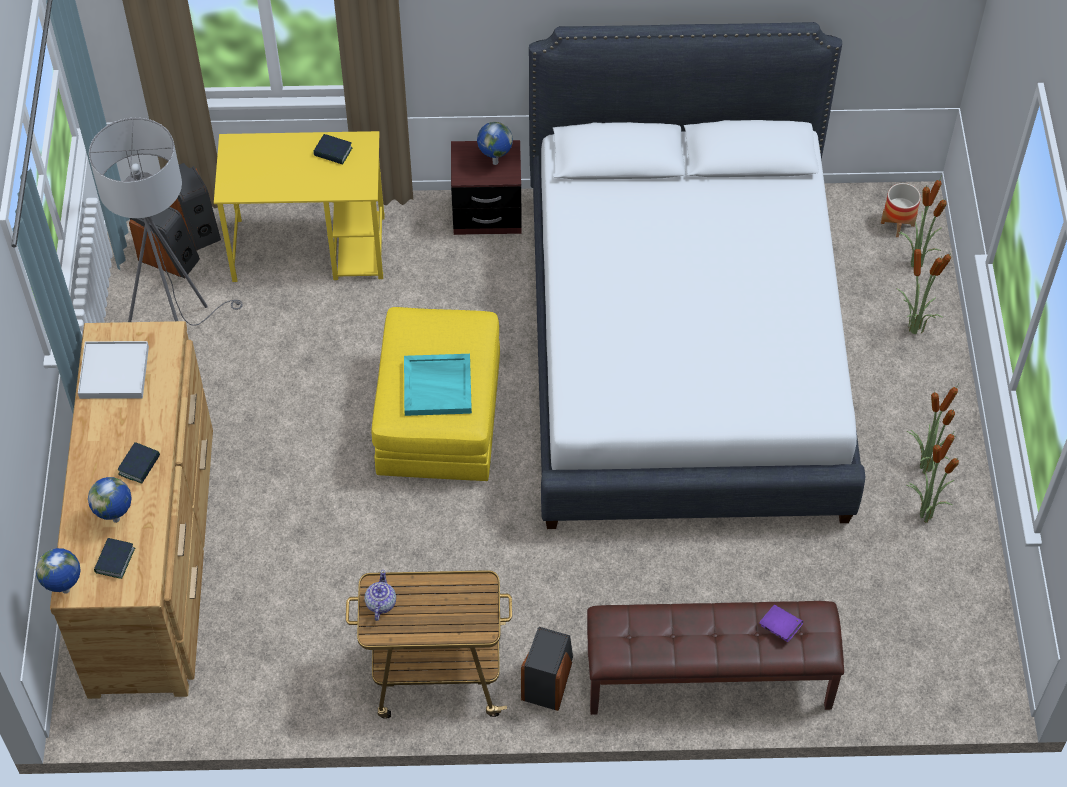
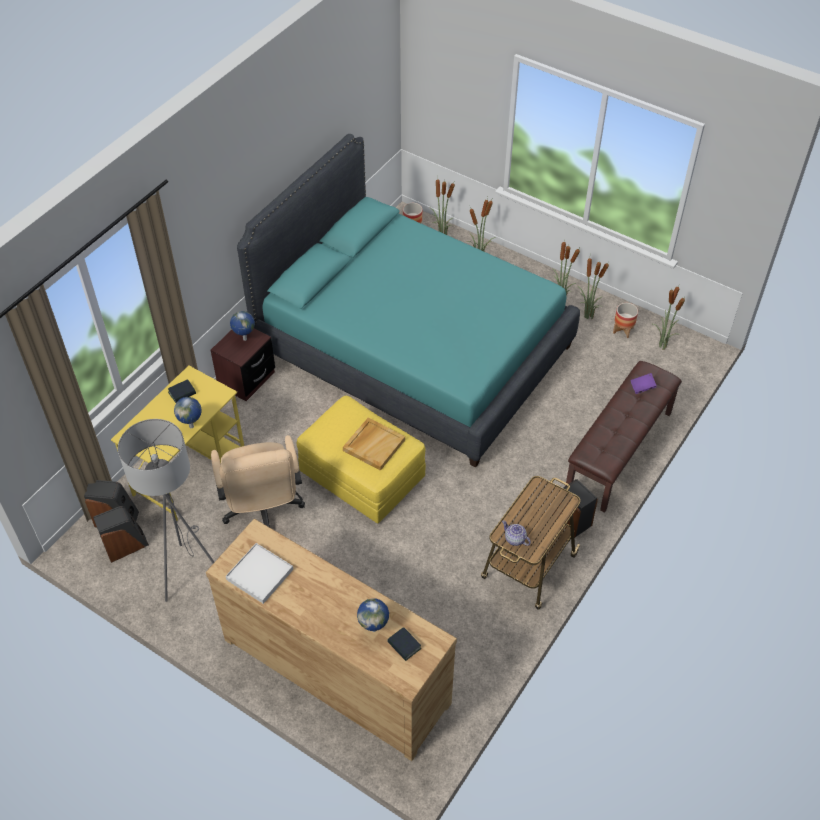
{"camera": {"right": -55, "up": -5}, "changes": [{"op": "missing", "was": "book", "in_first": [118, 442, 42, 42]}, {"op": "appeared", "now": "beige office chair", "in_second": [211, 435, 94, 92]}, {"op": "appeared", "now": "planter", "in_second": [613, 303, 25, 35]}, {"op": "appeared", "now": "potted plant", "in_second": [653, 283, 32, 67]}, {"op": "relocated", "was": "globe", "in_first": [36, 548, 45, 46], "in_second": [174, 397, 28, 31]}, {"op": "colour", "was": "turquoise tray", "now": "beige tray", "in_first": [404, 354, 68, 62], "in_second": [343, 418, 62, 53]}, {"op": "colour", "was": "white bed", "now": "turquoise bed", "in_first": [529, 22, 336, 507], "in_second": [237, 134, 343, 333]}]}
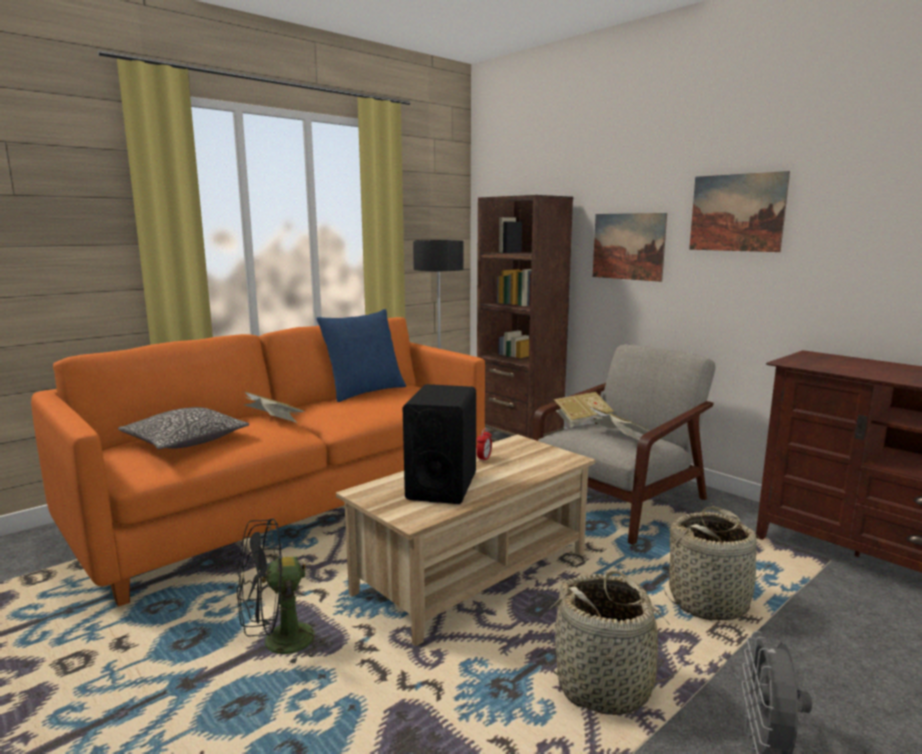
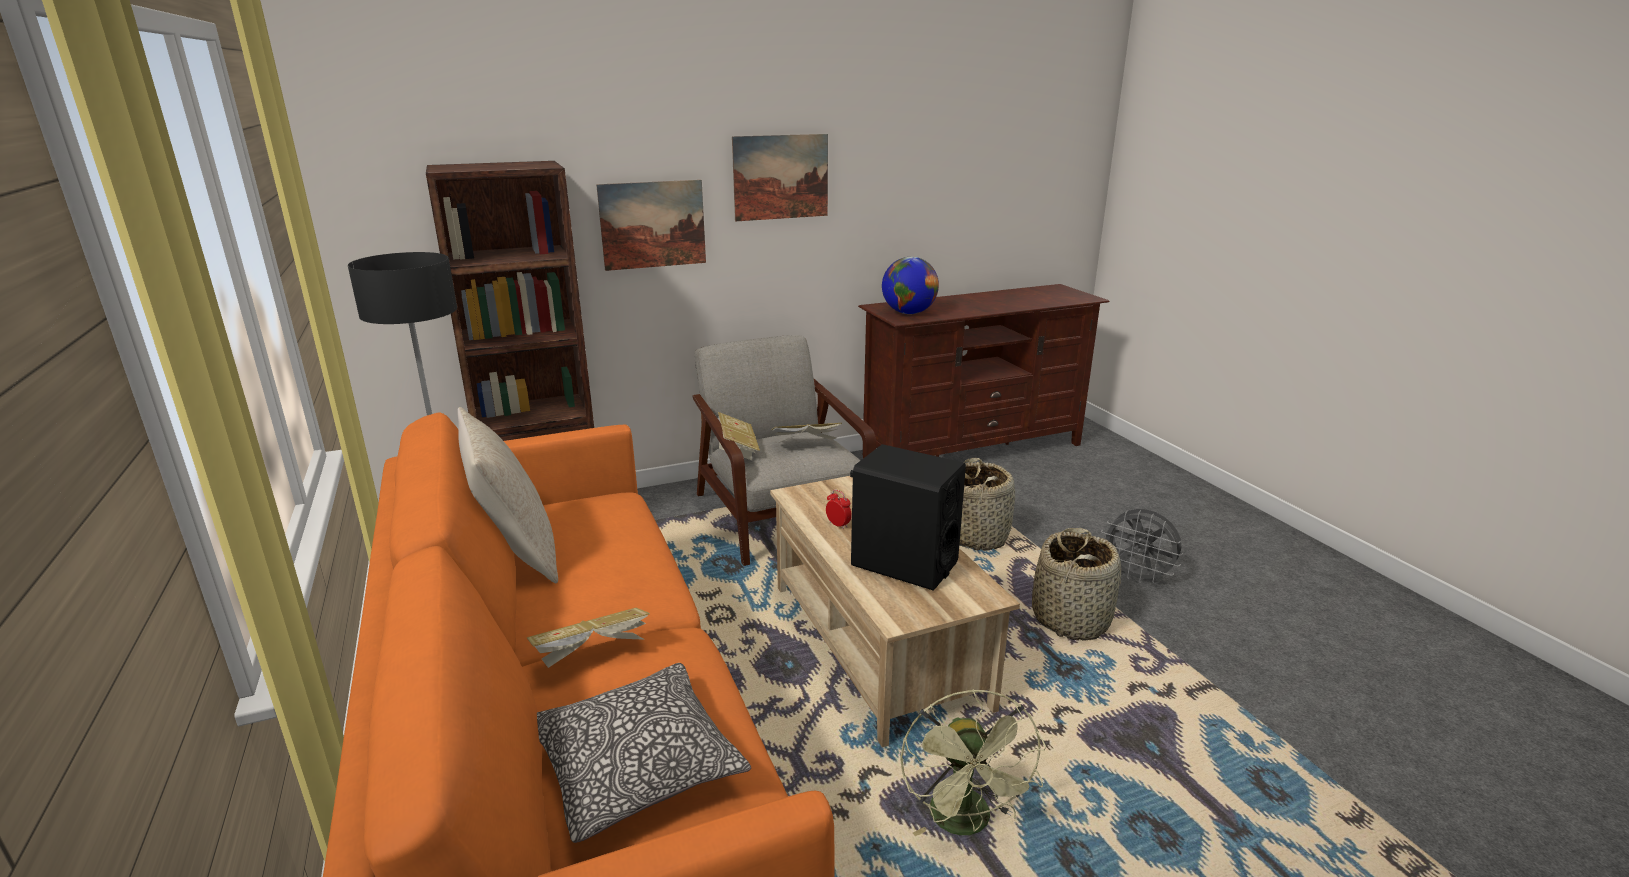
{"camera": {"right": -70, "up": 10}, "changes": [{"op": "appeared", "now": "globe", "in_second": [882, 257, 57, 57]}, {"op": "colour", "was": "black fan", "now": "green fan", "in_first": [237, 518, 94, 147], "in_second": [900, 689, 146, 147]}, {"op": "colour", "was": "blue pillow", "now": "beige pillow", "in_first": [316, 309, 90, 93], "in_second": [457, 407, 101, 176]}]}
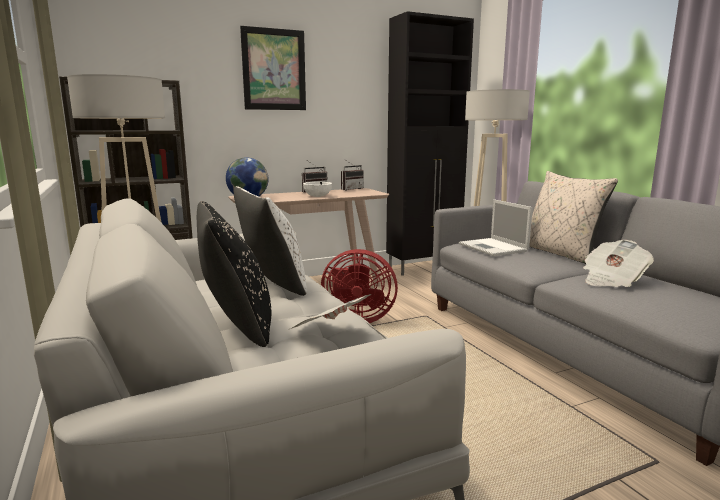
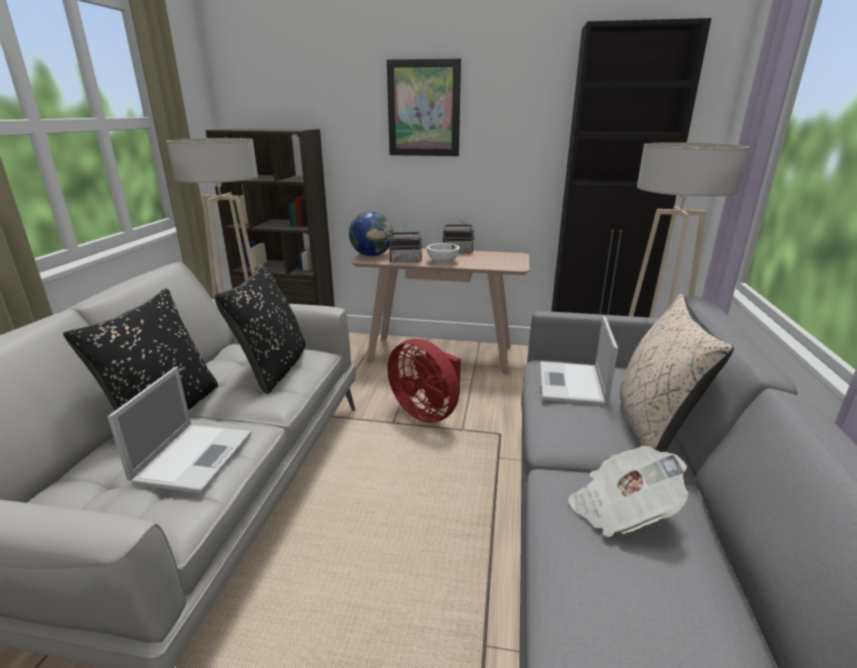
{"camera": {"right": 35, "up": 10}, "changes": [{"op": "relocated", "was": "radio", "in_first": [341, 160, 23, 31], "in_second": [389, 222, 34, 41]}, {"op": "exchanged", "was": "newspaper", "now": "laptop", "in_first": [291, 294, 81, 35], "in_second": [108, 367, 144, 126]}, {"op": "colour", "was": "white pillow", "now": "black pillow", "in_first": [234, 186, 73, 110], "in_second": [214, 263, 91, 131]}]}
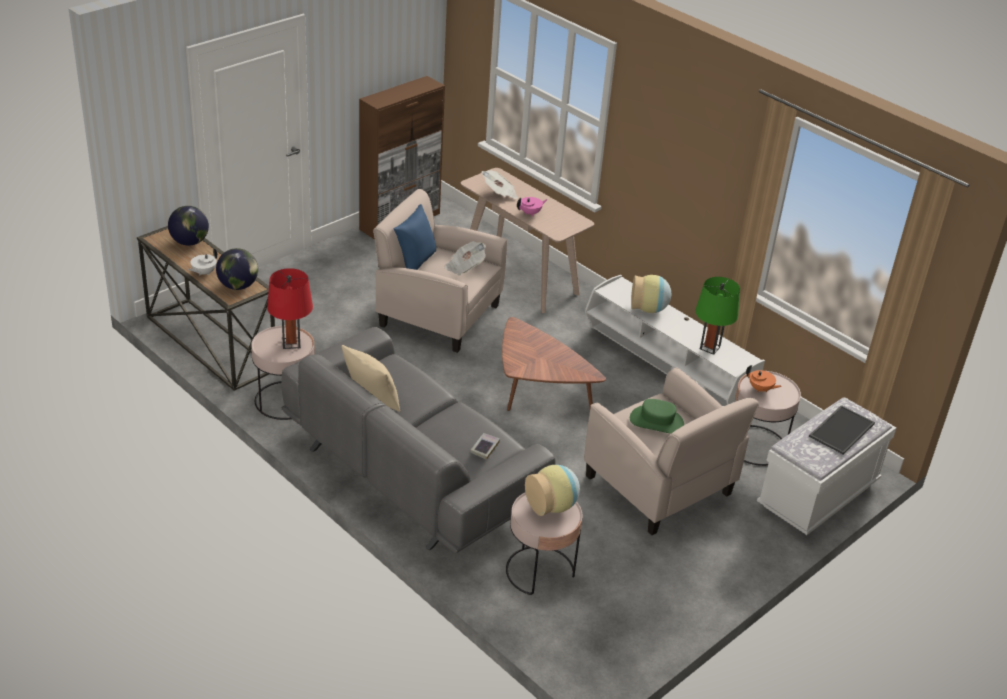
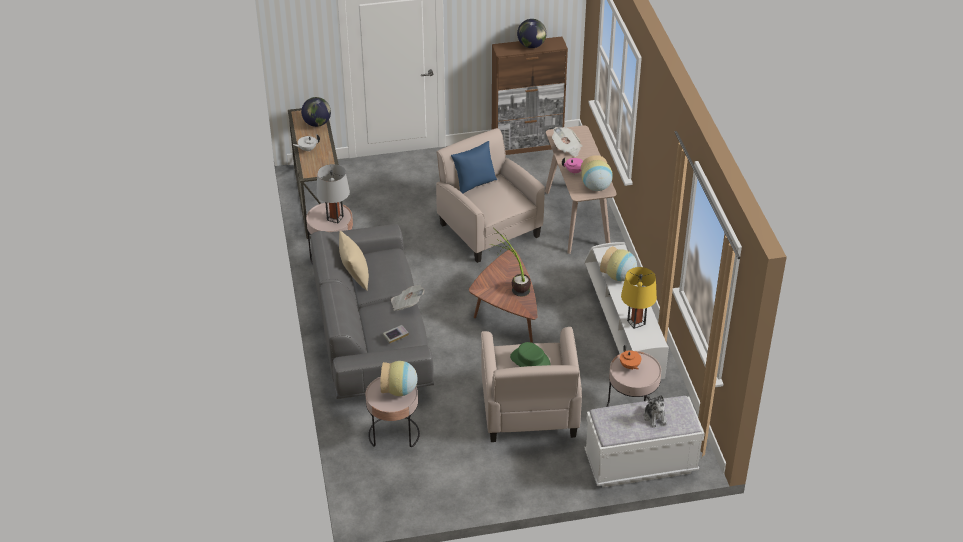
{"camera": {"right": 35, "up": 5}, "changes": [{"op": "appeared", "now": "potted plant", "in_second": [489, 227, 42, 70]}, {"op": "appeared", "now": "vase", "in_second": [581, 155, 32, 36]}, {"op": "relocated", "was": "globe", "in_first": [216, 248, 42, 42], "in_second": [517, 19, 30, 29]}, {"op": "relocated", "was": "newspaper", "in_first": [444, 241, 42, 35], "in_second": [391, 285, 33, 26]}, {"op": "exchanged", "was": "tray", "now": "plush toy", "in_first": [809, 405, 66, 49], "in_second": [644, 395, 23, 33]}, {"op": "colour", "was": "red table lamp", "now": "grey table lamp", "in_first": [267, 268, 46, 81], "in_second": [316, 164, 34, 59]}, {"op": "colour", "was": "green table lamp", "now": "yellow table lamp", "in_first": [695, 277, 45, 78], "in_second": [621, 267, 36, 62]}]}
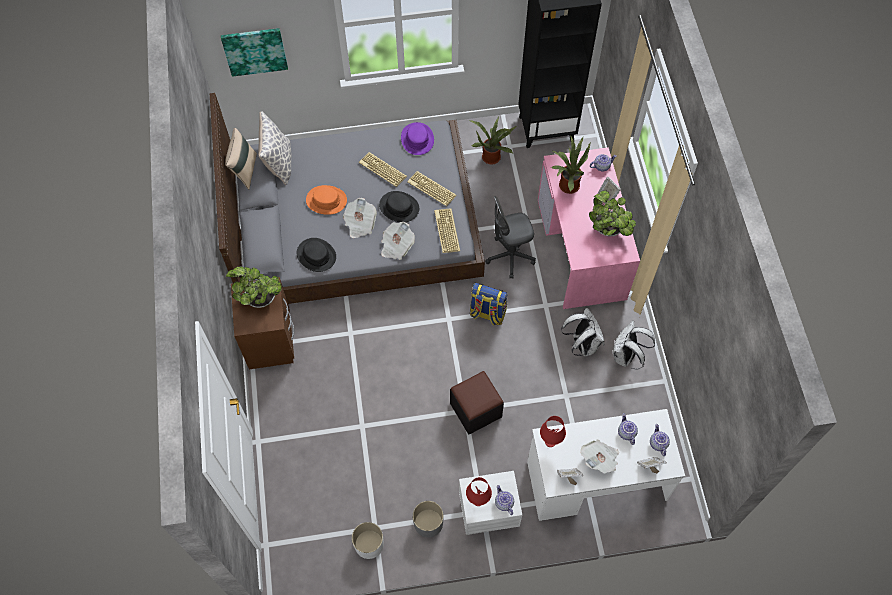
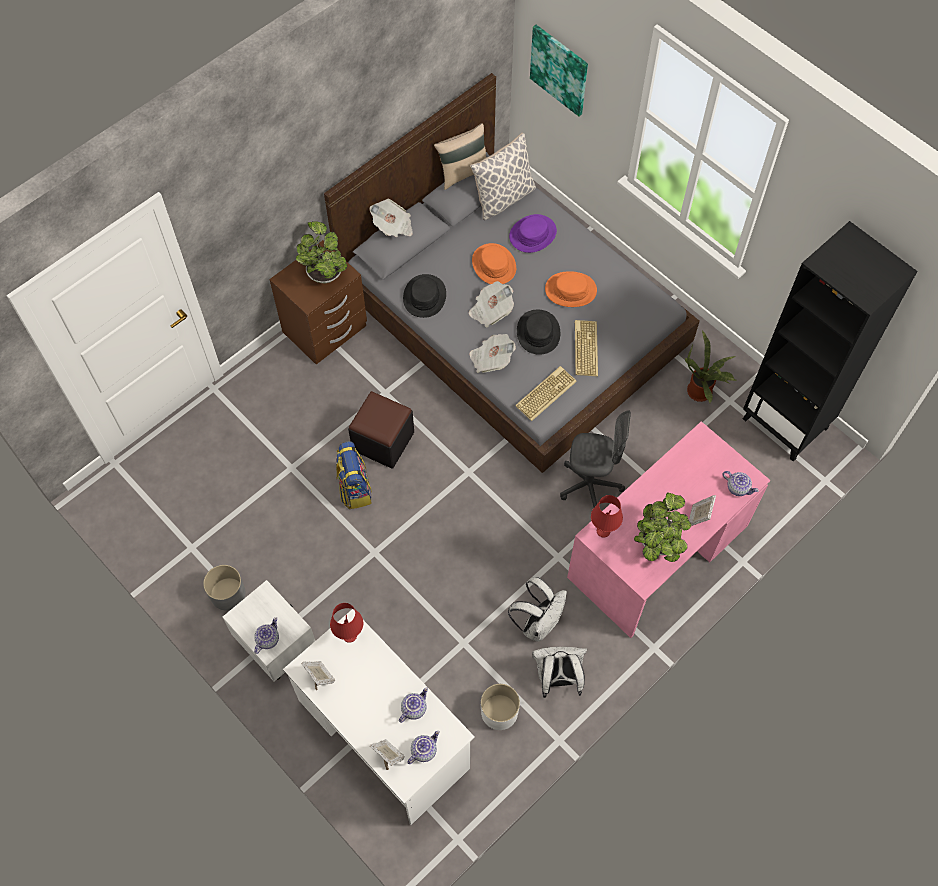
{"camera": {"right": 55, "up": 0}, "changes": [{"op": "missing", "was": "potted plant", "in_first": [551, 134, 39, 60]}, {"op": "relocated", "was": "white planter", "in_first": [352, 522, 32, 37], "in_second": [481, 684, 39, 46]}, {"op": "relocated", "was": "purple hat", "in_first": [401, 122, 33, 33], "in_second": [509, 214, 48, 39]}, {"op": "relocated", "was": "black ottoman", "in_first": [450, 371, 54, 64], "in_second": [348, 391, 66, 78]}, {"op": "relocated", "was": "red table lamp", "in_first": [466, 477, 26, 29], "in_second": [591, 495, 32, 43]}, {"op": "relocated", "was": "backpack", "in_first": [470, 283, 38, 43], "in_second": [336, 441, 36, 68]}, {"op": "relocated", "was": "newspaper", "in_first": [581, 439, 38, 34], "in_second": [370, 199, 43, 38]}, {"op": "exchanged", "was": "keyboard", "now": "orange hat", "in_first": [359, 152, 48, 35], "in_second": [545, 271, 52, 36]}, {"op": "spun", "was": "grey office chair", "in_first": [485, 196, 51, 82], "in_second": [560, 410, 71, 97], "clockwise": 150}]}
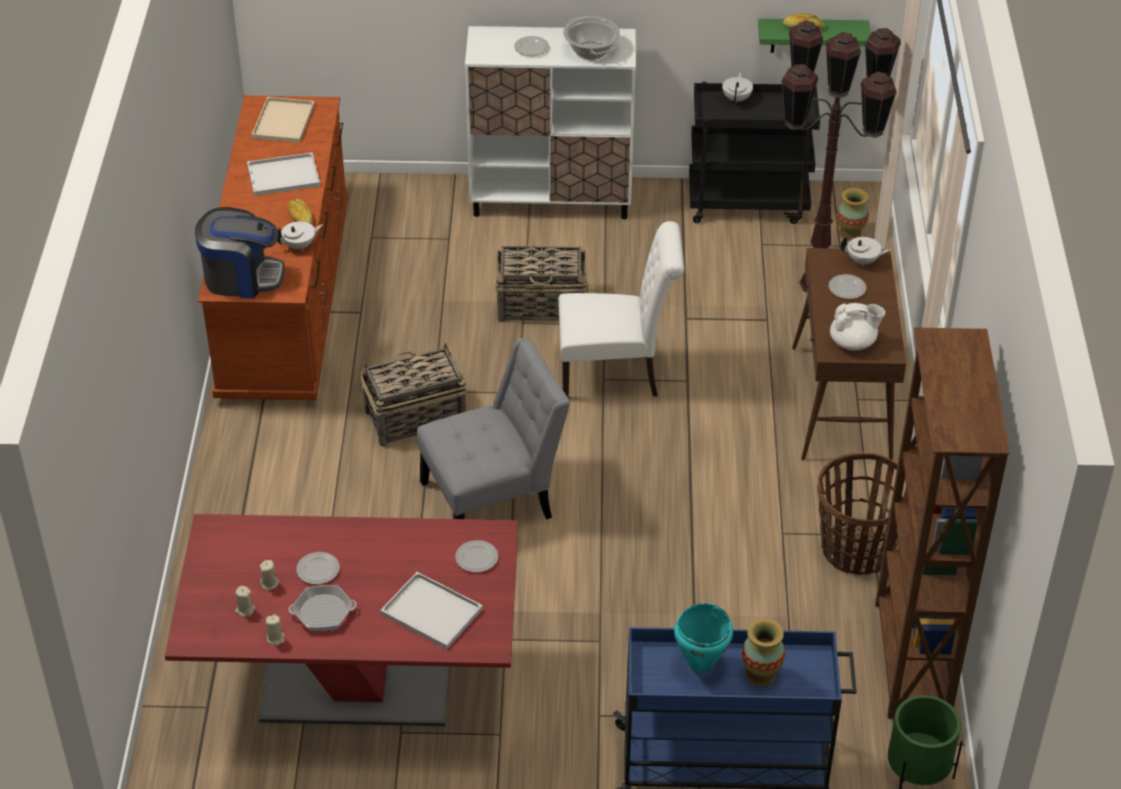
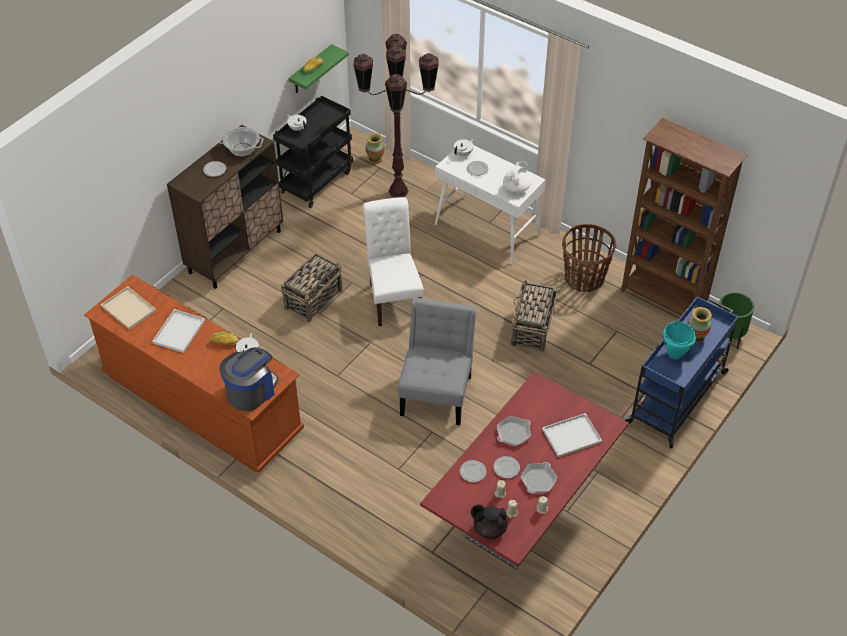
{"camera": {"right": -55, "up": 5}, "changes": [{"op": "appeared", "now": "black teapot", "in_second": [470, 504, 38, 35]}, {"op": "appeared", "now": "frying pan", "in_second": [497, 416, 34, 30]}, {"op": "relocated", "was": "basket", "in_first": [360, 343, 107, 104], "in_second": [511, 280, 46, 72]}, {"op": "relocated", "was": "plate", "in_first": [455, 540, 43, 33], "in_second": [460, 460, 26, 22]}, {"op": "colour", "was": "white cabinet", "now": "brown cabinet", "in_first": [465, 26, 171, 193], "in_second": [167, 125, 116, 164]}, {"op": "colour", "was": "brown console table", "now": "white console table", "in_first": [792, 248, 114, 212], "in_second": [435, 145, 111, 119]}, {"op": "spun", "was": "white chair", "in_first": [558, 221, 126, 177], "in_second": [363, 197, 61, 129], "clockwise": -45}]}
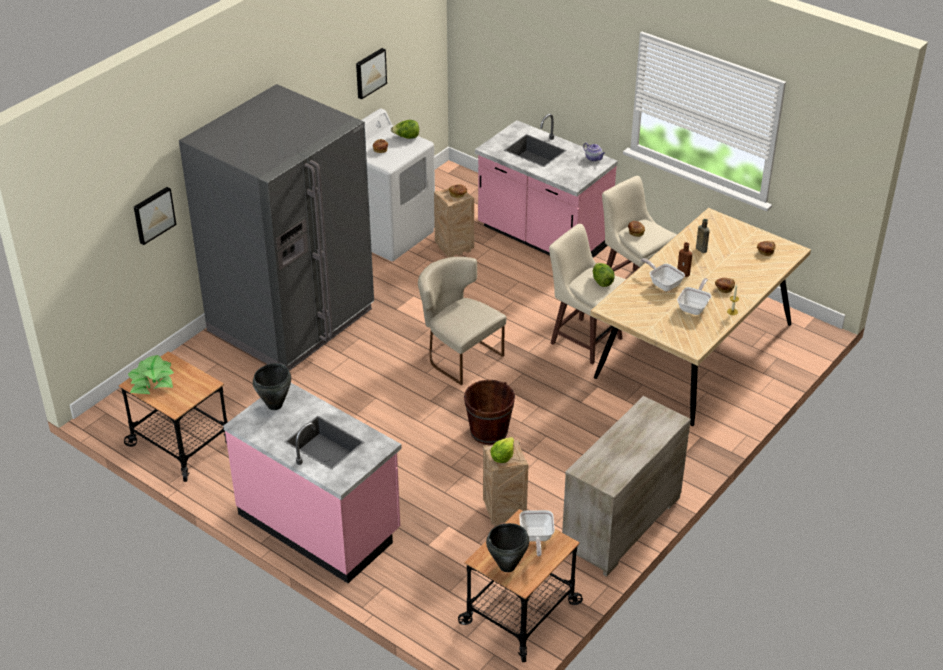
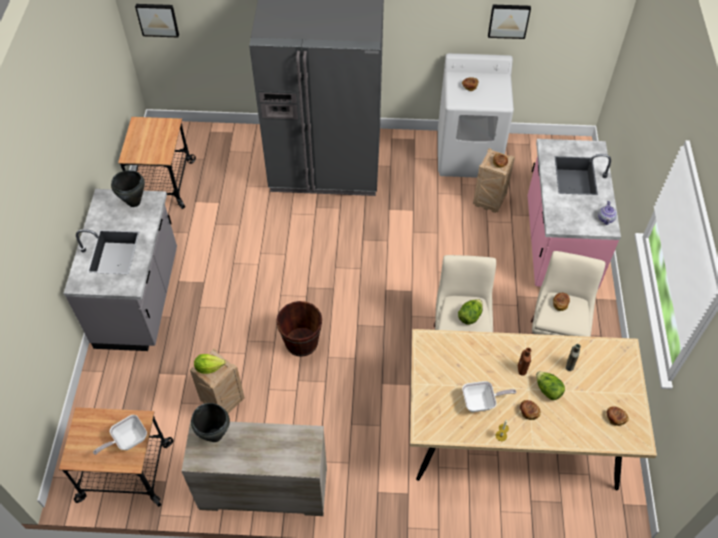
{"camera": {"right": 55, "up": 15}, "changes": [{"op": "missing", "was": "potted plant", "in_first": [128, 355, 46, 39]}, {"op": "missing", "was": "beige chair", "in_first": [418, 257, 89, 128]}, {"op": "missing", "was": "frying pan", "in_first": [641, 258, 44, 33]}, {"op": "relocated", "was": "picture", "in_first": [134, 187, 42, 58], "in_second": [135, 4, 44, 33]}, {"op": "relocated", "was": "lettuce", "in_first": [391, 120, 28, 19], "in_second": [536, 371, 29, 29]}, {"op": "relocated", "was": "black cooking pot", "in_first": [486, 523, 43, 49], "in_second": [191, 403, 39, 39]}, {"op": "colour", "was": "pink counter", "now": "grey counter", "in_first": [223, 383, 179, 200], "in_second": [63, 189, 114, 162]}]}
